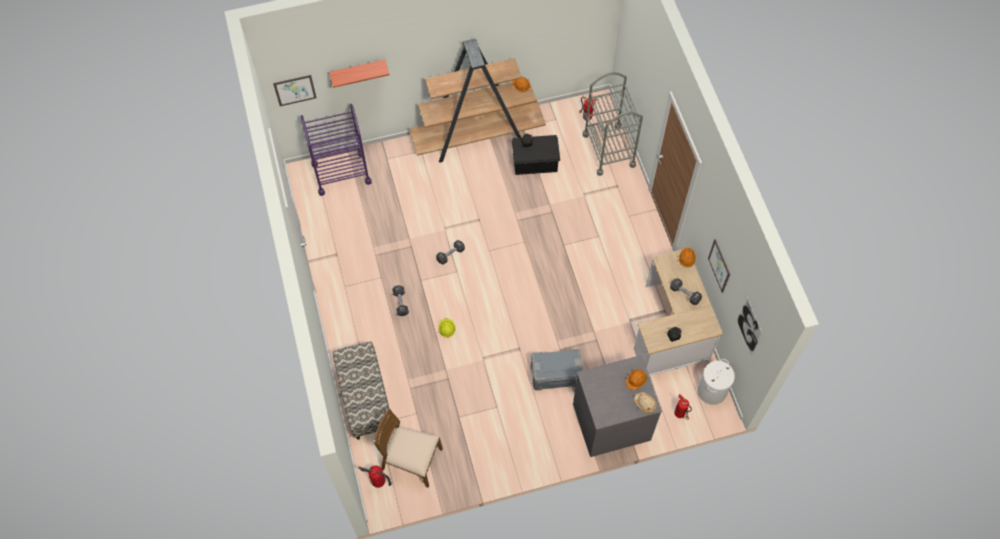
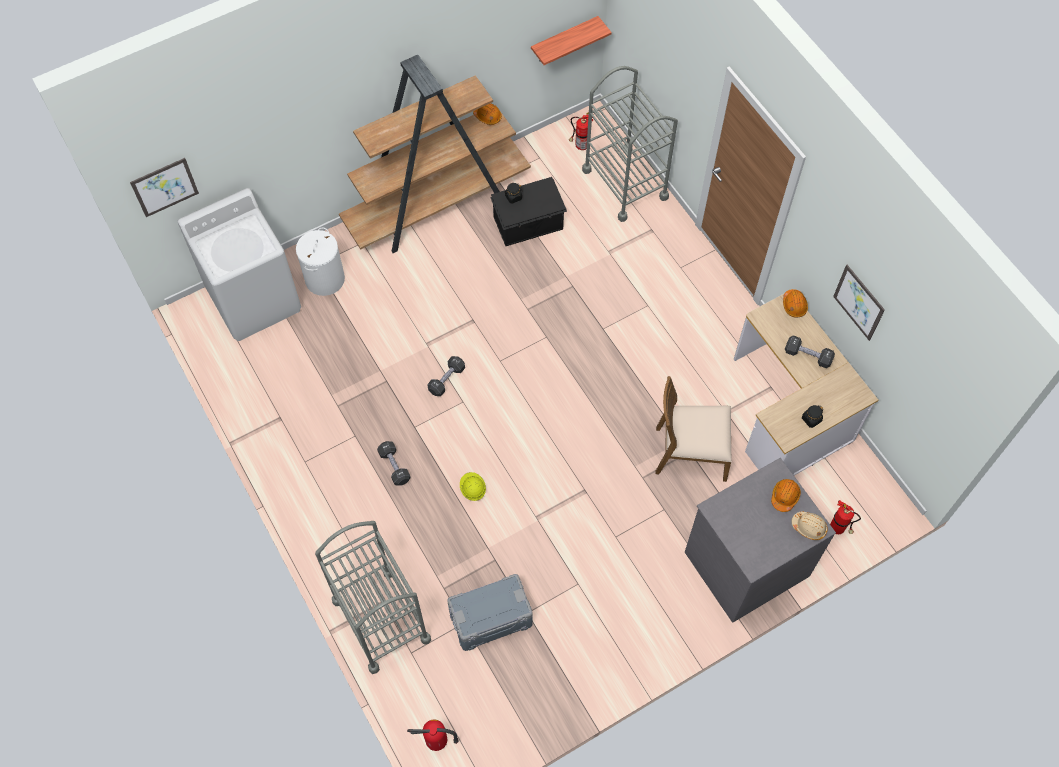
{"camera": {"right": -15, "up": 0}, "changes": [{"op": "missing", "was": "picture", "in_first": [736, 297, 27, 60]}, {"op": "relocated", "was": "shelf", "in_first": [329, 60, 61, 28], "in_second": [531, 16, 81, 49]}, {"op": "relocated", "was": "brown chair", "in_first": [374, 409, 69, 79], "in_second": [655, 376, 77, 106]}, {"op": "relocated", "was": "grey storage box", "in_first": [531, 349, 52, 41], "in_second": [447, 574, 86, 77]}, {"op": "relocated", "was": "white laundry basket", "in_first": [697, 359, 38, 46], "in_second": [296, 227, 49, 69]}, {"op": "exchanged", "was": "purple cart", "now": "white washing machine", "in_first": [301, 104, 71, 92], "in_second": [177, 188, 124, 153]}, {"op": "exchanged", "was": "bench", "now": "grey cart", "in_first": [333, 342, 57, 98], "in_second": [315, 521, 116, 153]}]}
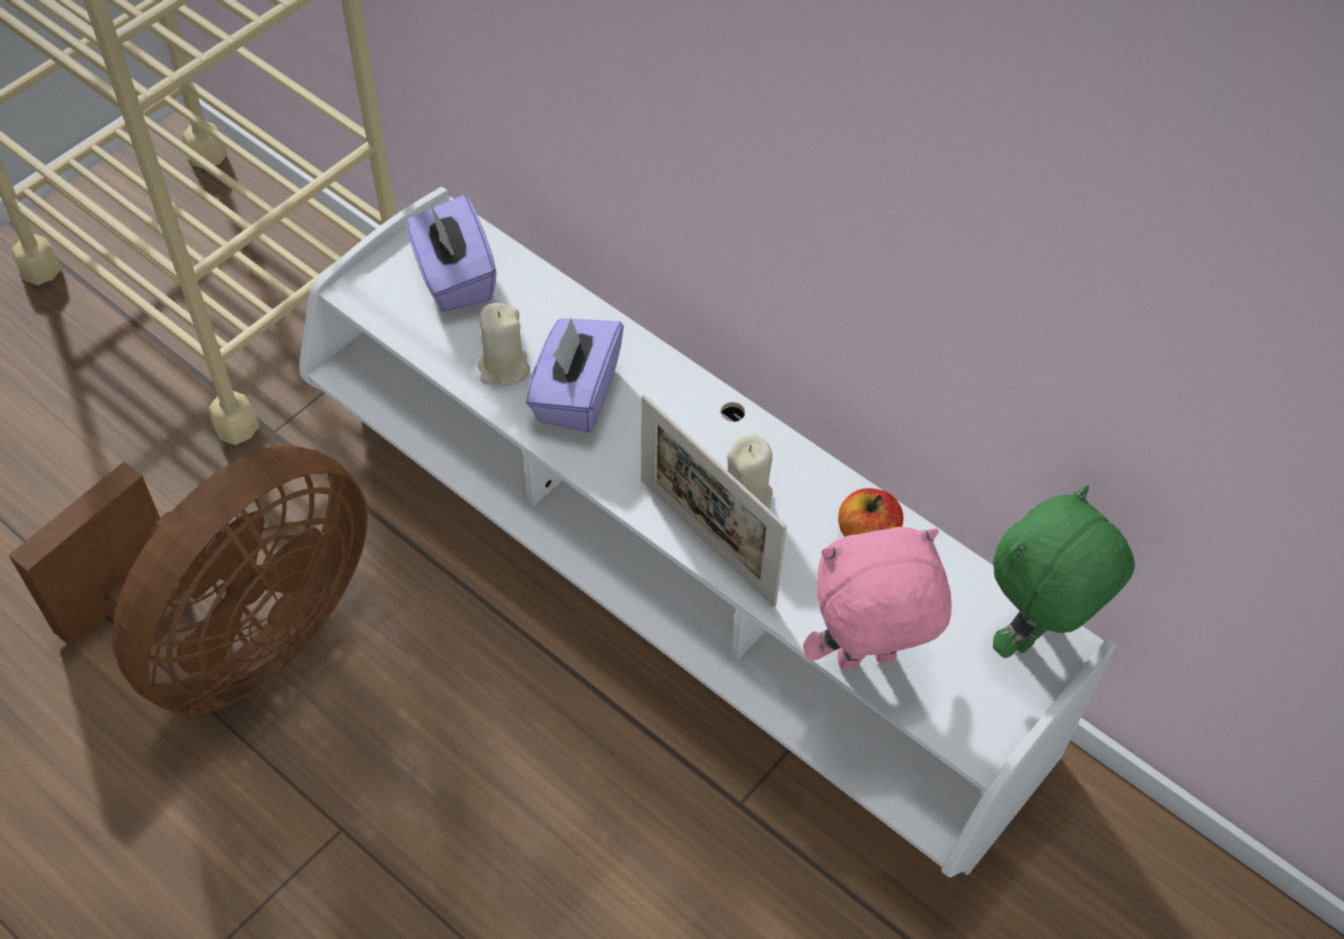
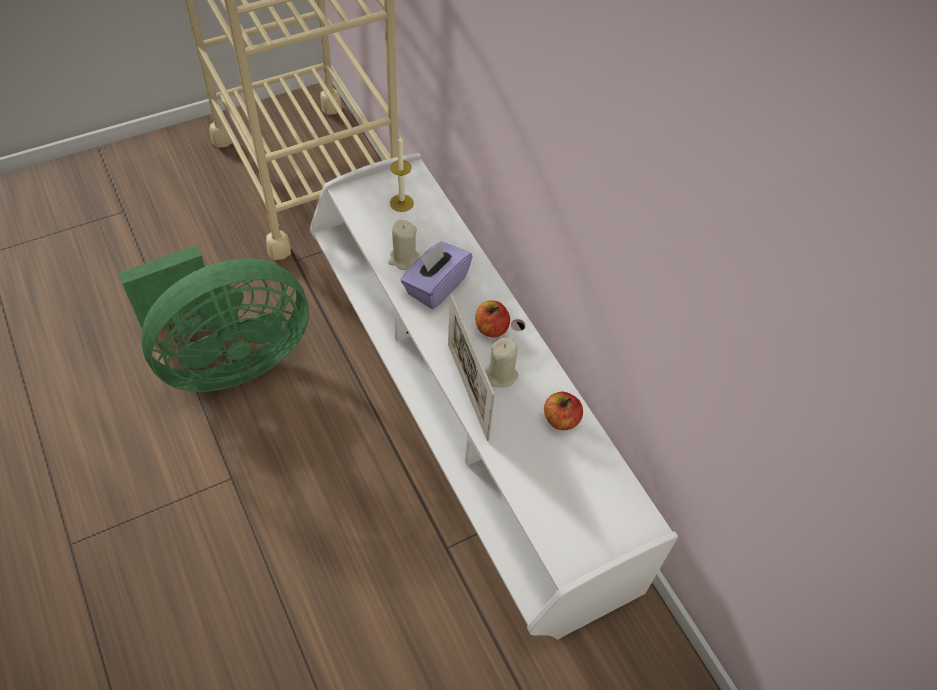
{"camera": {"right": 20, "up": 0}, "changes": [{"op": "missing", "was": "pink plush toy", "in_first": [803, 527, 149, 143]}, {"op": "missing", "was": "green plush toy", "in_first": [993, 486, 142, 172]}, {"op": "appeared", "now": "apple", "in_second": [475, 300, 35, 38]}, {"op": "exchanged", "was": "purple tissue box", "now": "candle", "in_first": [406, 195, 91, 117], "in_second": [390, 136, 24, 76]}, {"op": "colour", "was": "brown fan", "now": "green fan", "in_first": [9, 445, 359, 270], "in_second": [118, 245, 191, 147]}]}
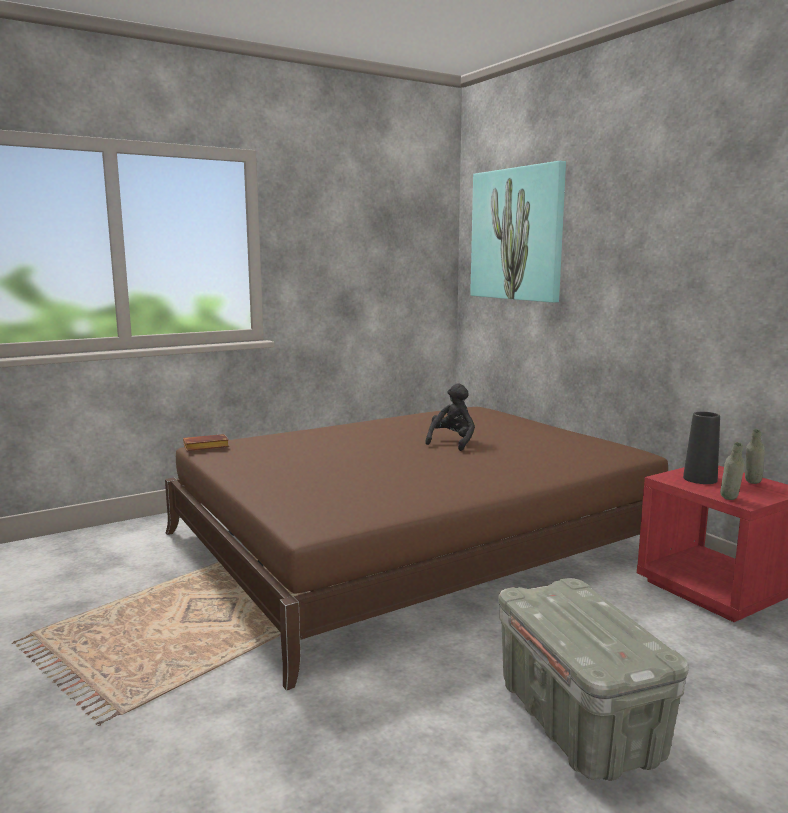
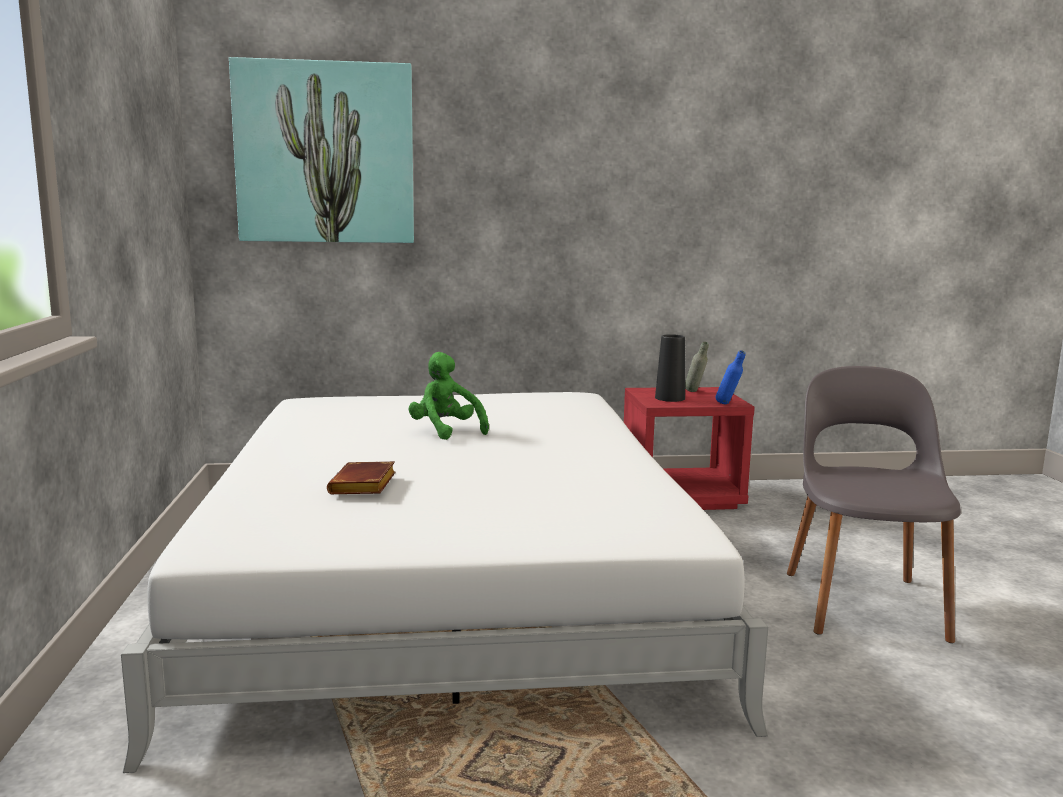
{"camera": {"right": -65, "up": 0}, "changes": [{"op": "relocated", "was": "brown book", "in_first": [183, 434, 46, 17], "in_second": [327, 461, 68, 33]}, {"op": "exchanged", "was": "grey storage box", "now": "grey chair", "in_first": [498, 578, 191, 203], "in_second": [787, 366, 174, 277]}, {"op": "colour", "was": "brown bed", "now": "white bed", "in_first": [165, 407, 503, 284], "in_second": [121, 392, 647, 381]}, {"op": "colour", "was": "black plush toy", "now": "green plush toy", "in_first": [425, 383, 50, 68], "in_second": [409, 352, 80, 88]}, {"op": "colour", "was": "grey bottle", "now": "blue bottle", "in_first": [720, 442, 25, 58], "in_second": [716, 350, 29, 54]}]}
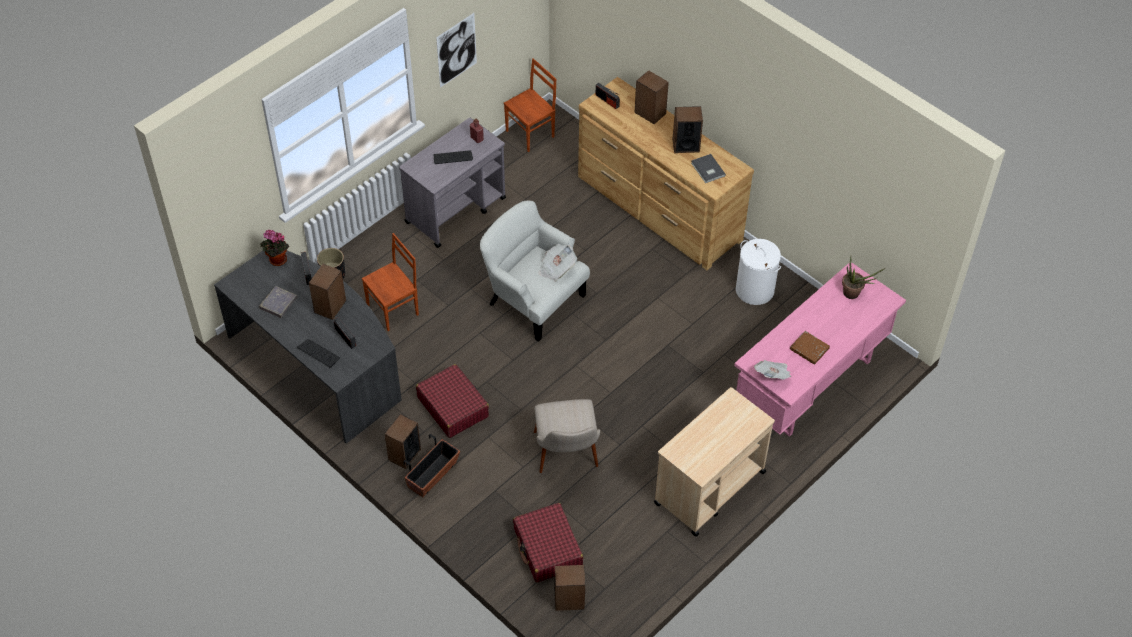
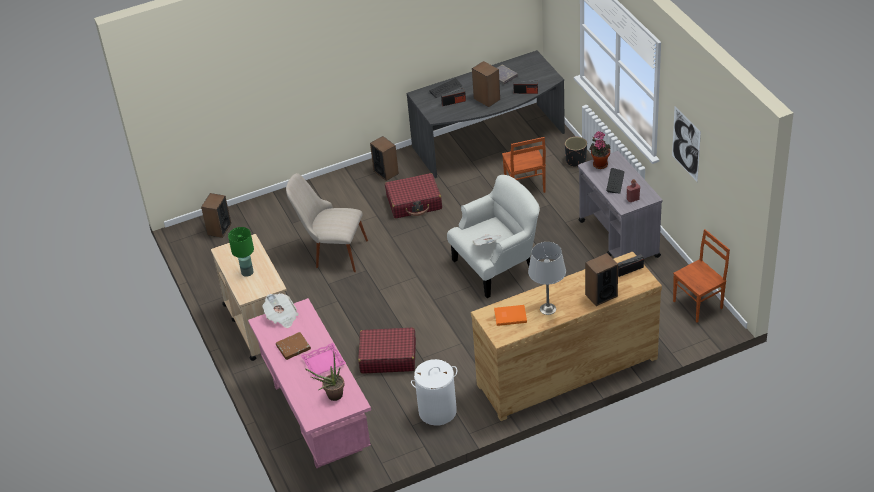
{"camera": {"right": 115, "up": -10}, "changes": [{"op": "missing", "was": "planter", "in_first": [403, 434, 57, 63]}, {"op": "appeared", "now": "green table lamp", "in_second": [228, 227, 26, 50]}, {"op": "appeared", "now": "pink tray", "in_second": [301, 343, 45, 34]}, {"op": "relocated", "was": "potted plant", "in_first": [260, 229, 29, 37], "in_second": [589, 131, 22, 38]}, {"op": "relocated", "was": "red suitcase", "in_first": [513, 503, 70, 79], "in_second": [358, 327, 58, 46]}, {"op": "exchanged", "was": "speaker", "now": "grey table lamp", "in_first": [673, 106, 30, 47], "in_second": [528, 242, 38, 73]}, {"op": "colour", "was": "grey book", "now": "orange book", "in_first": [691, 154, 35, 29], "in_second": [494, 305, 33, 21]}, {"op": "spun", "was": "brown chair", "in_first": [504, 58, 52, 94], "in_second": [673, 229, 57, 93], "clockwise": -105}]}
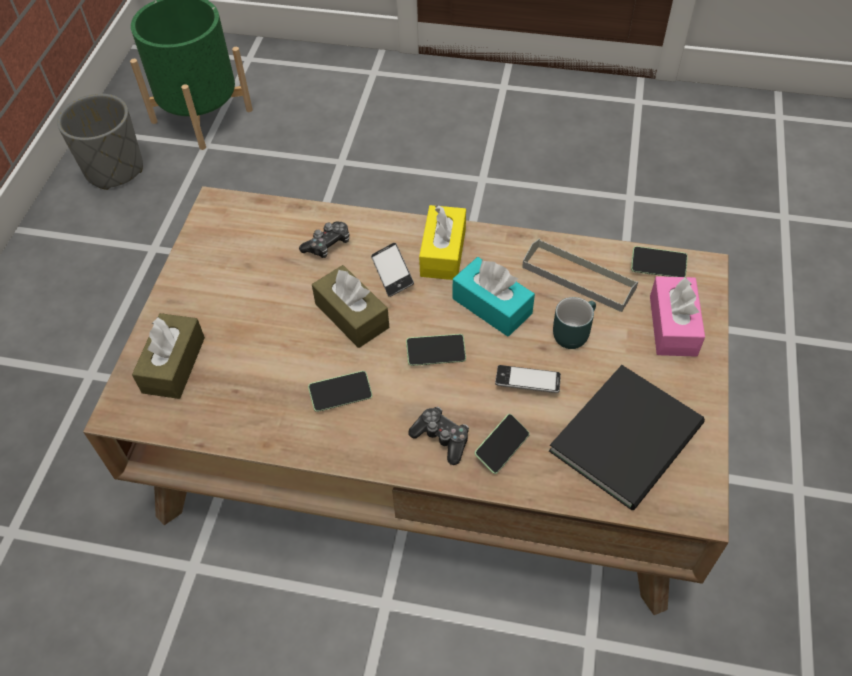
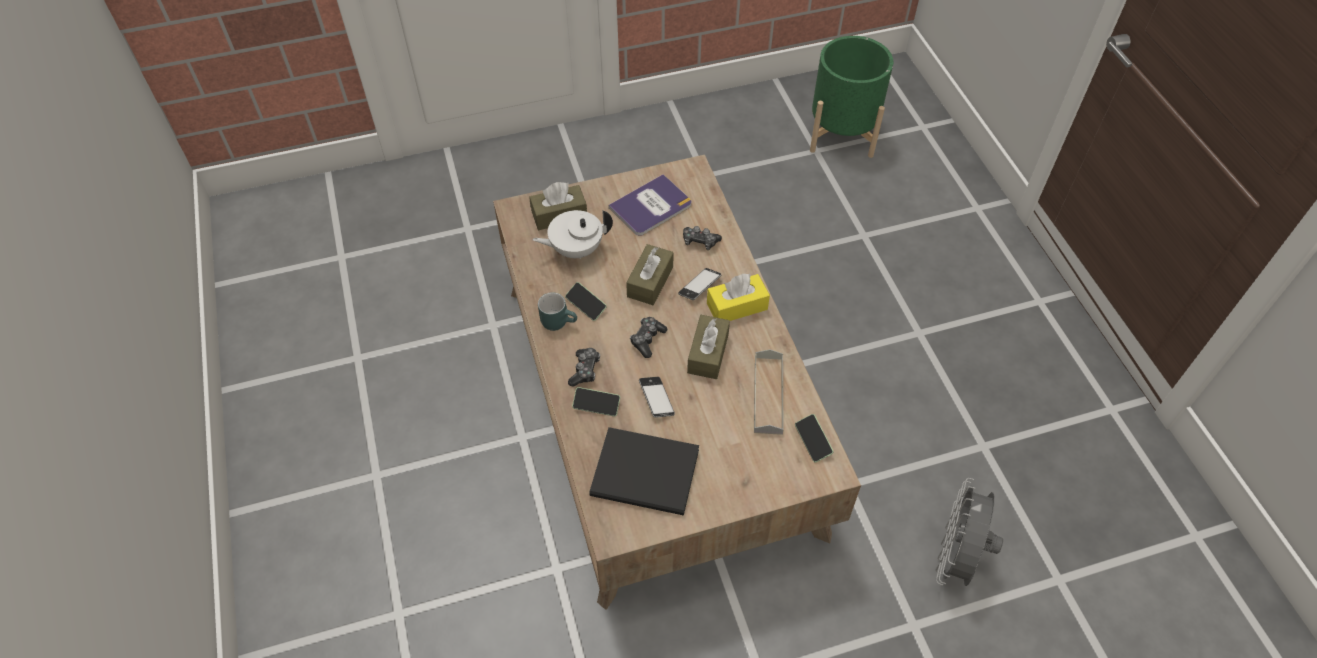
{"camera": {"right": 60, "up": 0}, "changes": [{"op": "missing", "was": "grey planter", "in_first": [57, 94, 86, 96]}, {"op": "missing", "was": "pink tissue box", "in_first": [650, 276, 55, 81]}, {"op": "appeared", "now": "white teapot", "in_second": [533, 210, 80, 49]}, {"op": "appeared", "now": "book", "in_second": [608, 174, 84, 62]}, {"op": "appeared", "now": "grey fan", "in_second": [936, 478, 67, 108]}, {"op": "relocated", "was": "turquoise mug", "in_first": [553, 297, 43, 52], "in_second": [538, 292, 39, 39]}, {"op": "exchanged", "was": "phone", "now": "game controller", "in_first": [406, 334, 60, 32], "in_second": [630, 317, 38, 41]}, {"op": "colour", "was": "turquoise tissue box", "now": "brown tissue box", "in_first": [453, 257, 82, 80], "in_second": [687, 315, 43, 64]}]}
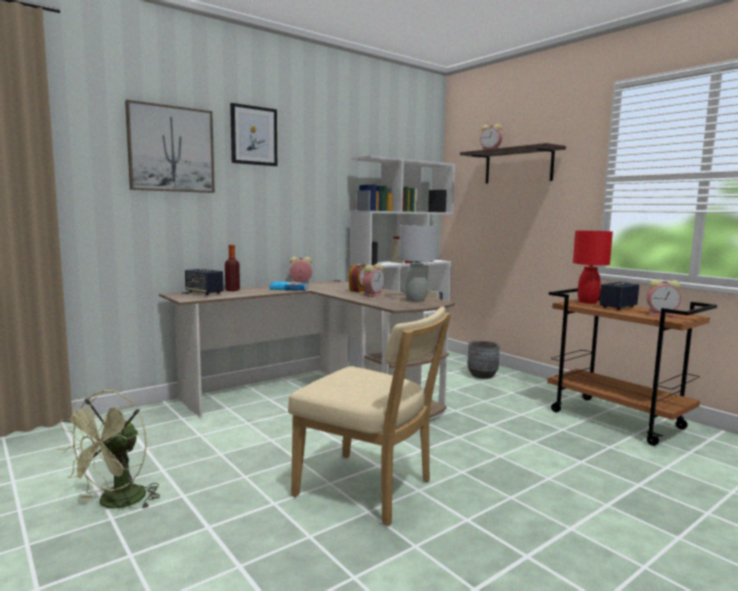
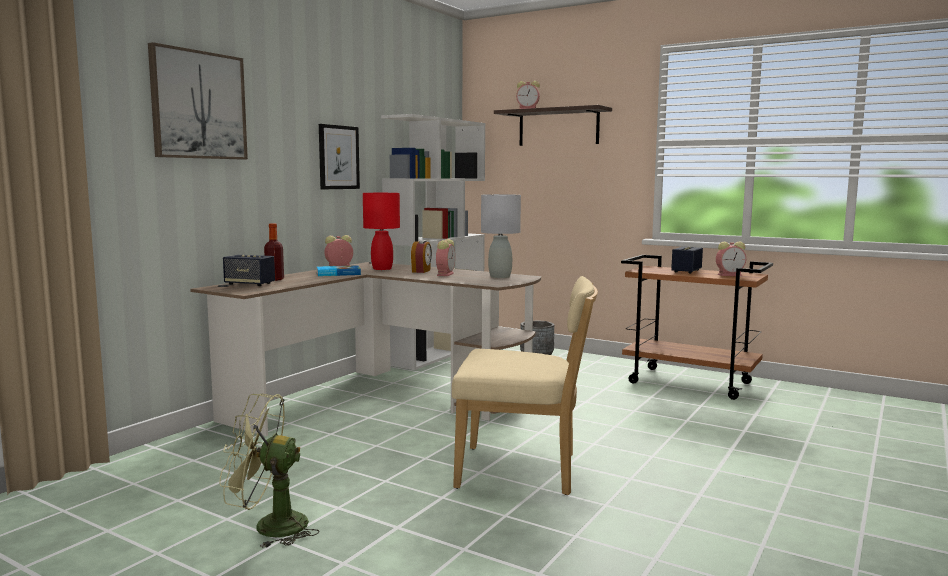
{"camera": {"right": -20, "up": 0}, "changes": [{"op": "relocated", "was": "picture", "in_first": [230, 103, 47, 63], "in_second": [319, 124, 41, 65]}, {"op": "relocated", "was": "red table lamp", "in_first": [573, 230, 40, 74], "in_second": [363, 193, 37, 77]}, {"op": "spun", "was": "green fan", "in_first": [58, 390, 102, 119], "in_second": [219, 393, 101, 155], "clockwise": 90}]}
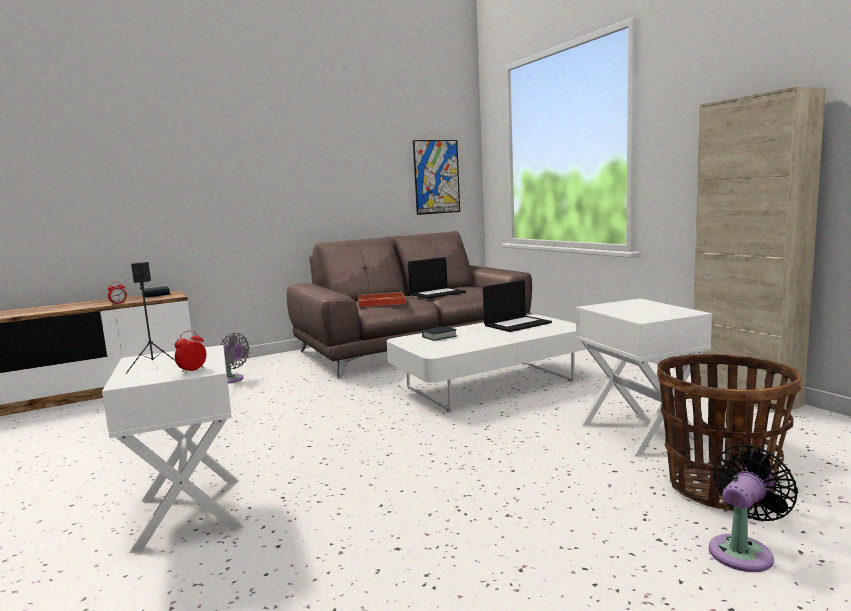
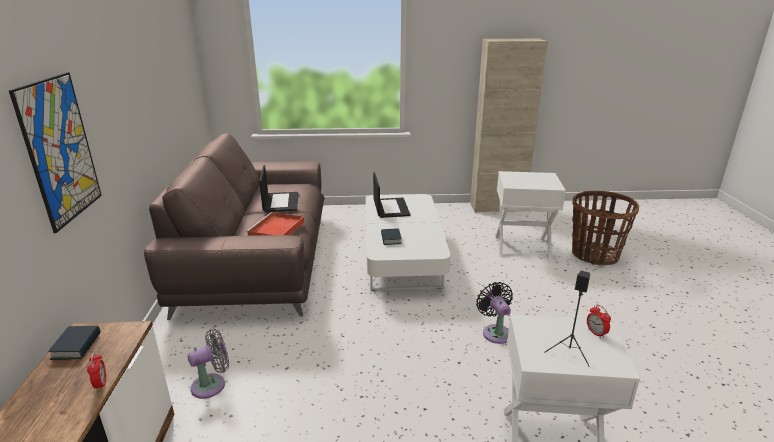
{"camera": {"right": -65, "up": 15}, "changes": [{"op": "relocated", "was": "picture", "in_first": [413, 140, 47, 75], "in_second": [9, 72, 93, 161]}, {"op": "relocated", "was": "black fan", "in_first": [709, 445, 89, 127], "in_second": [476, 282, 37, 62]}]}
